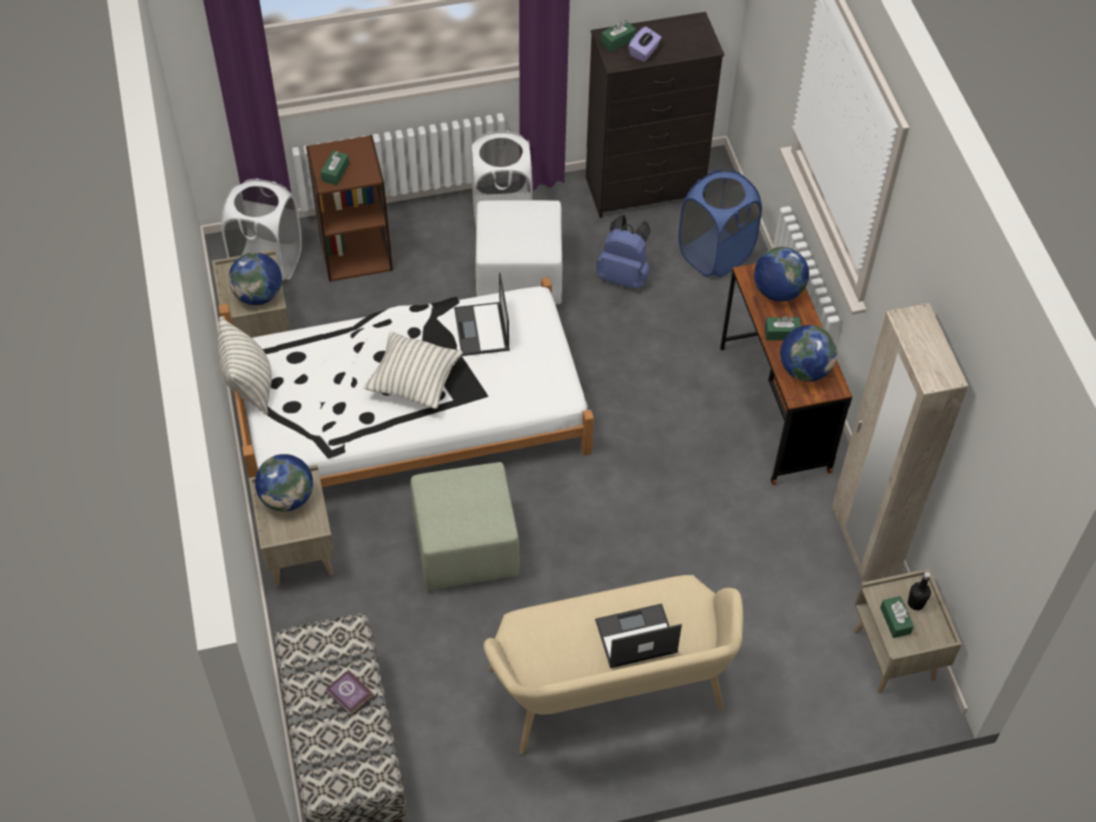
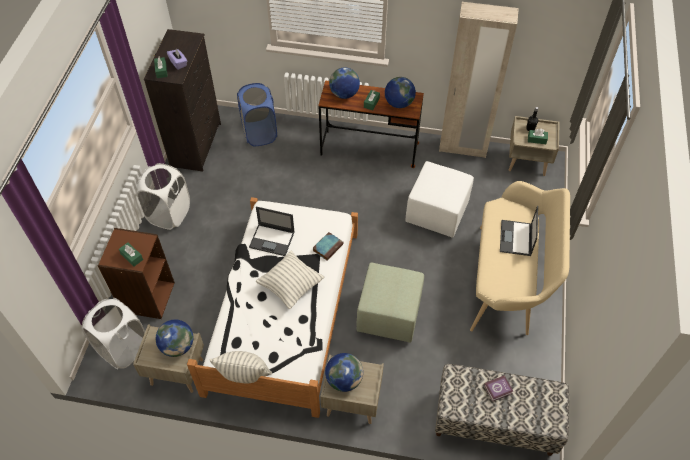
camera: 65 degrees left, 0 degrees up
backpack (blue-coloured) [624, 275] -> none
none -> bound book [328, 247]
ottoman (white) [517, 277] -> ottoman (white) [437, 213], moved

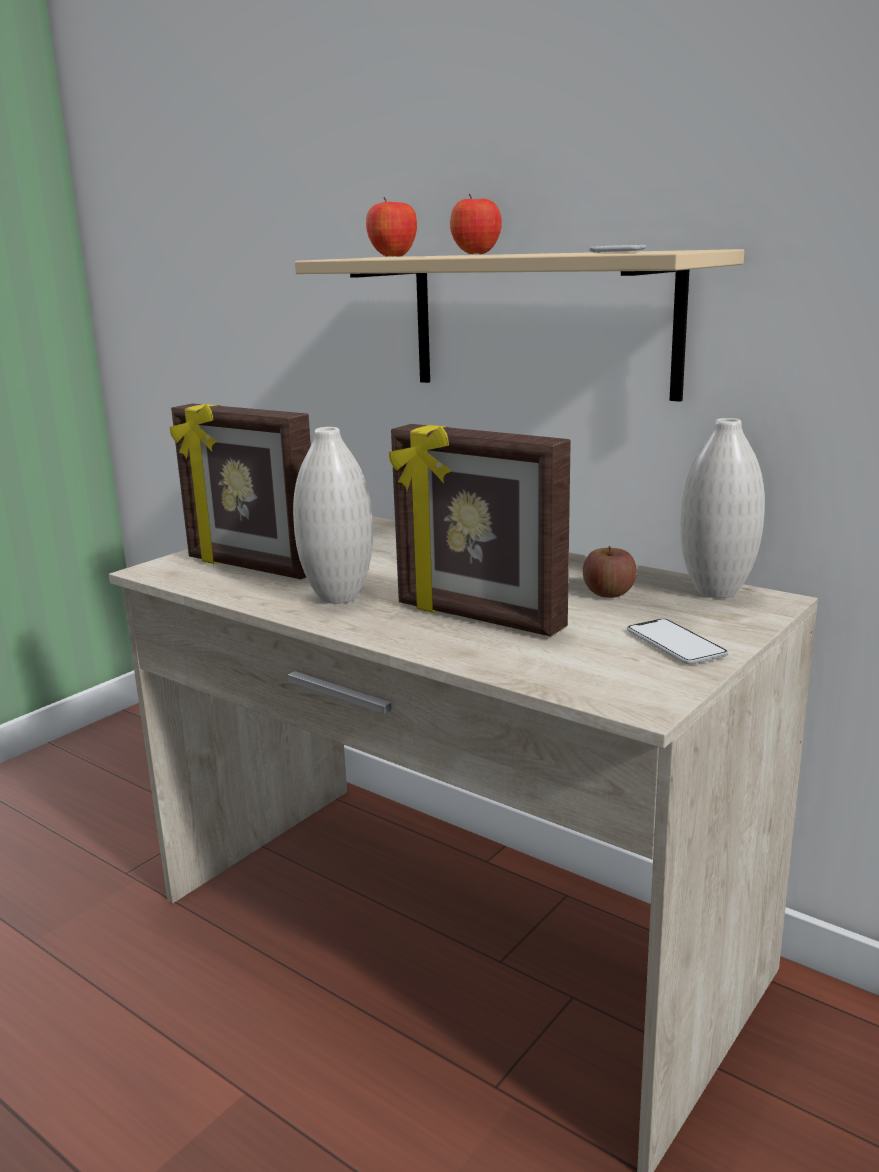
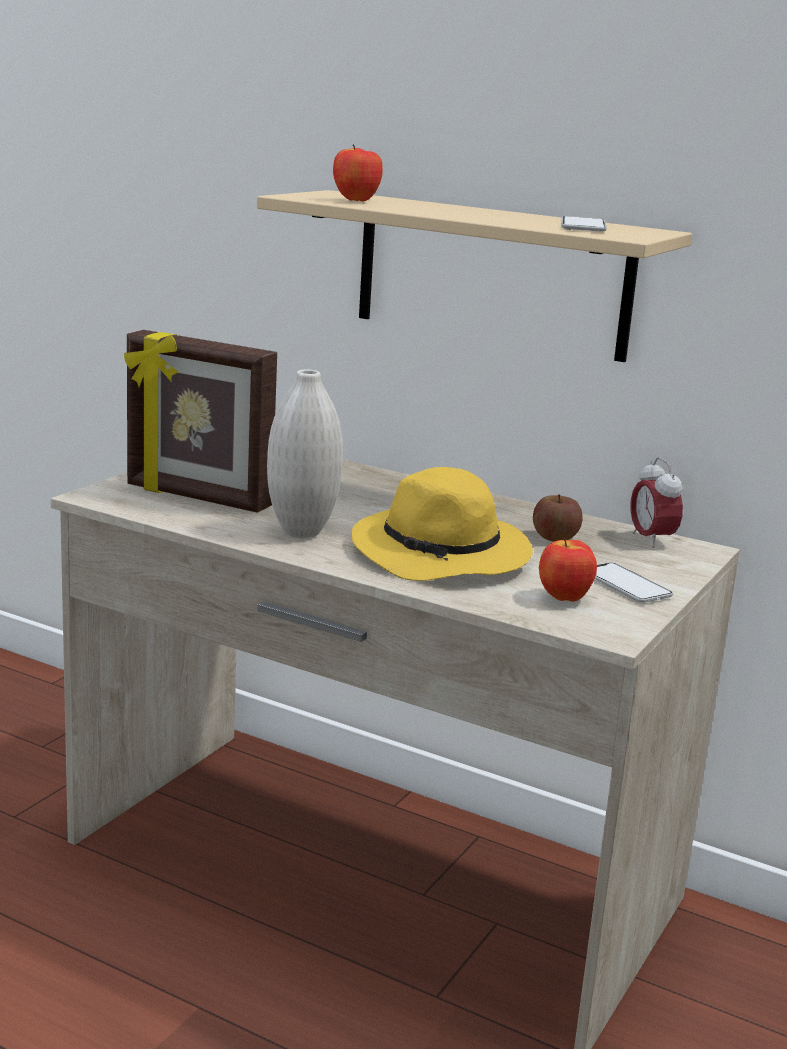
camera: 10 degrees left, 0 degrees up
apple [476, 254] -> apple [564, 599], moved
picture frame [478, 617] -> clothing hat (yellow-coloured) [443, 556]
vase (white) [716, 592] -> alarm clock [651, 540]

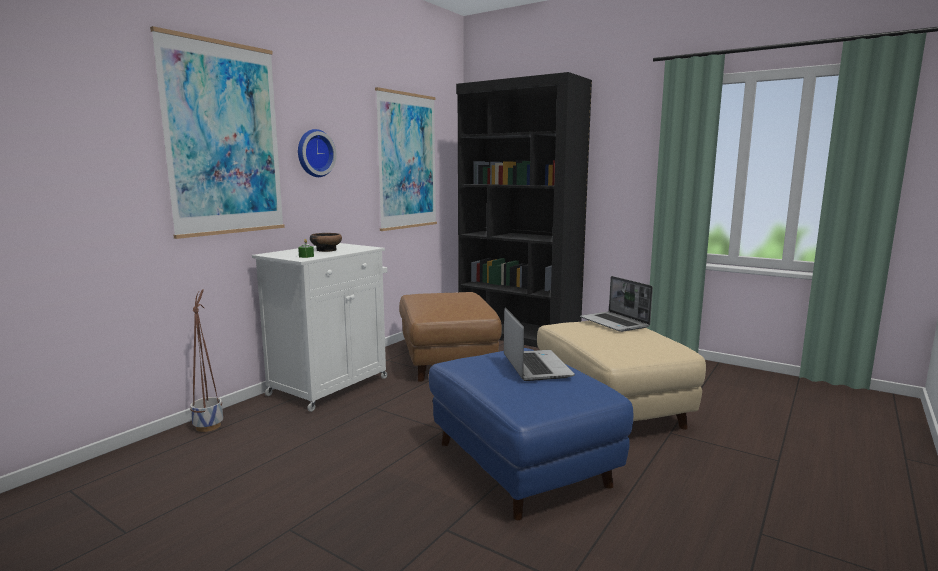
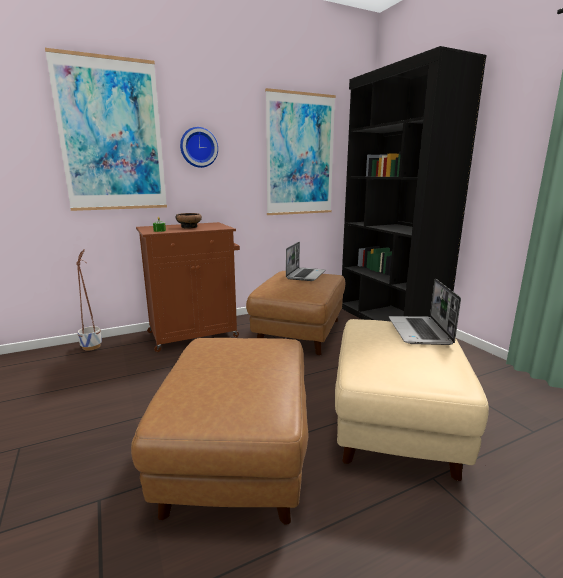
camera: 30 degrees right, 5 degrees up
laptop [535, 366] -> laptop [305, 275], moved
cupboard (white) [330, 385] -> cupboard (brownish) [195, 334]
ottoman (blue-coloured) [522, 463] -> ottoman (brownish) [238, 455]

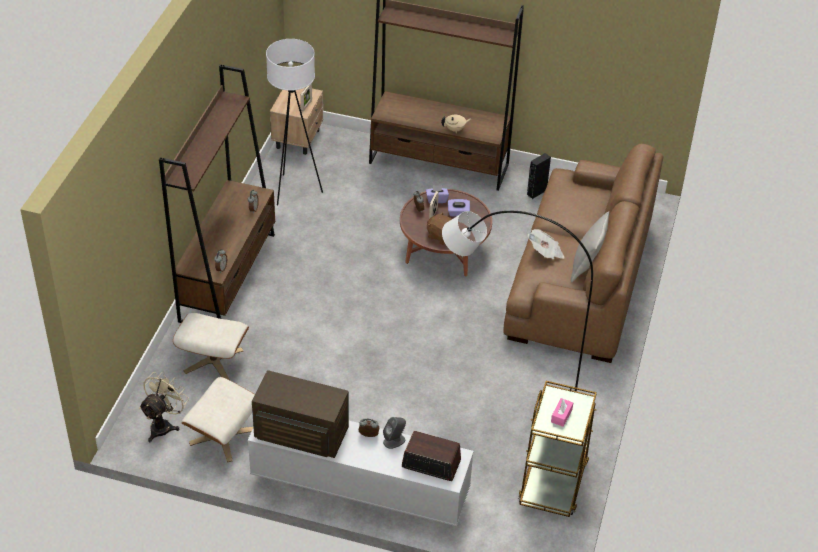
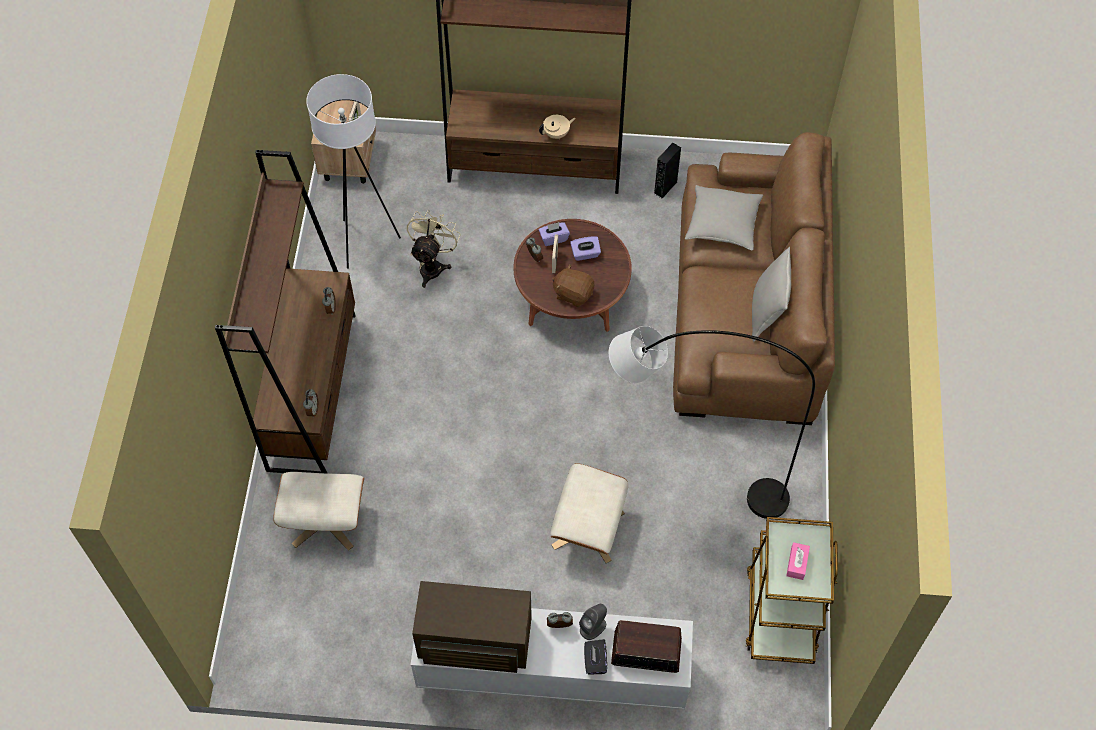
camera: 10 degrees left, 15 degrees up
daily paper [545, 252] -> none
none -> tissue holder (black) [595, 661]
none -> throw pillow (grey) [722, 224]
cooling fan (beige) [164, 425] -> cooling fan (beige) [433, 265], moved
ottoman (beige) [222, 436] -> ottoman (beige) [587, 529], moved

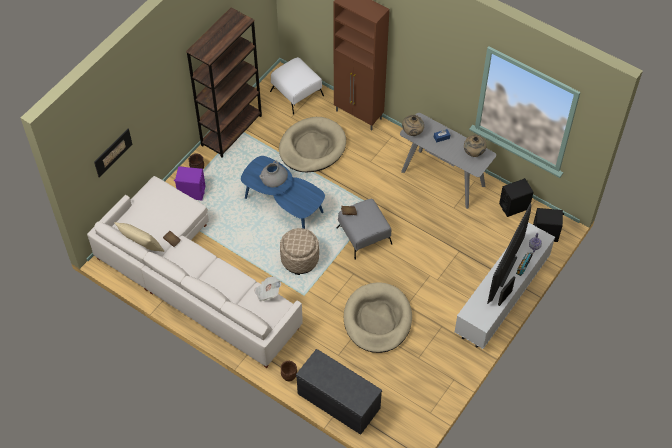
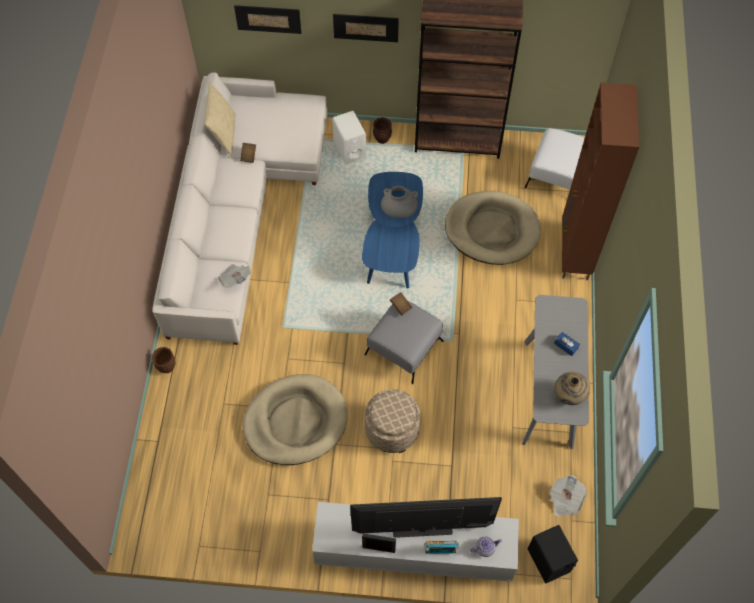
camera: 60 degrees right, 5 degrees up
bench (grey) [337, 401] -> none
vase (beige) [412, 132] -> none
none -> wall art [365, 27]
ottoman (beige) [300, 259] -> ottoman (beige) [392, 430], moved
audio speaker (black) [514, 206] -> daily paper [565, 500]
audio speaker (purple-coloured) [191, 192] -> audio speaker (white) [349, 149]

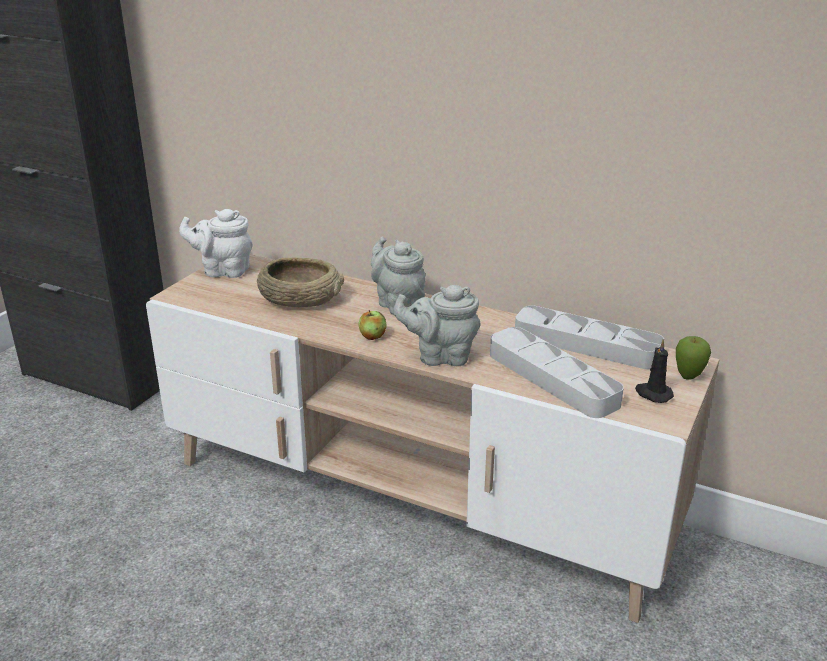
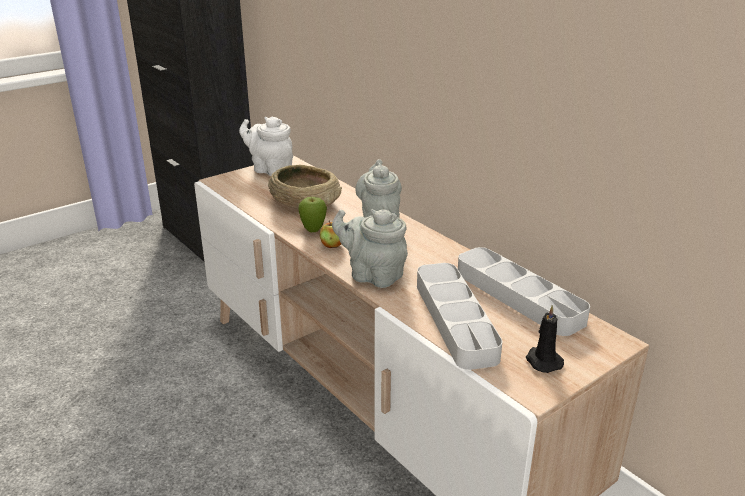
camera: 25 degrees right, 0 degrees up
apple [688, 377] -> apple [313, 231], moved

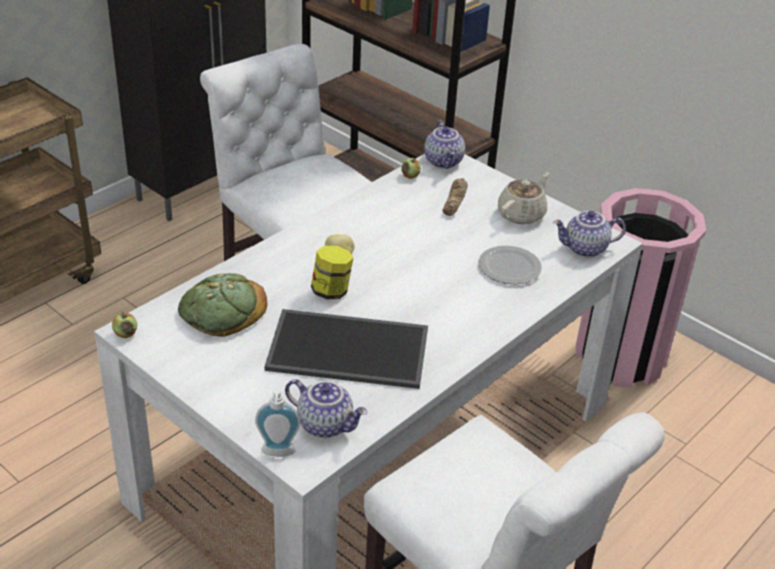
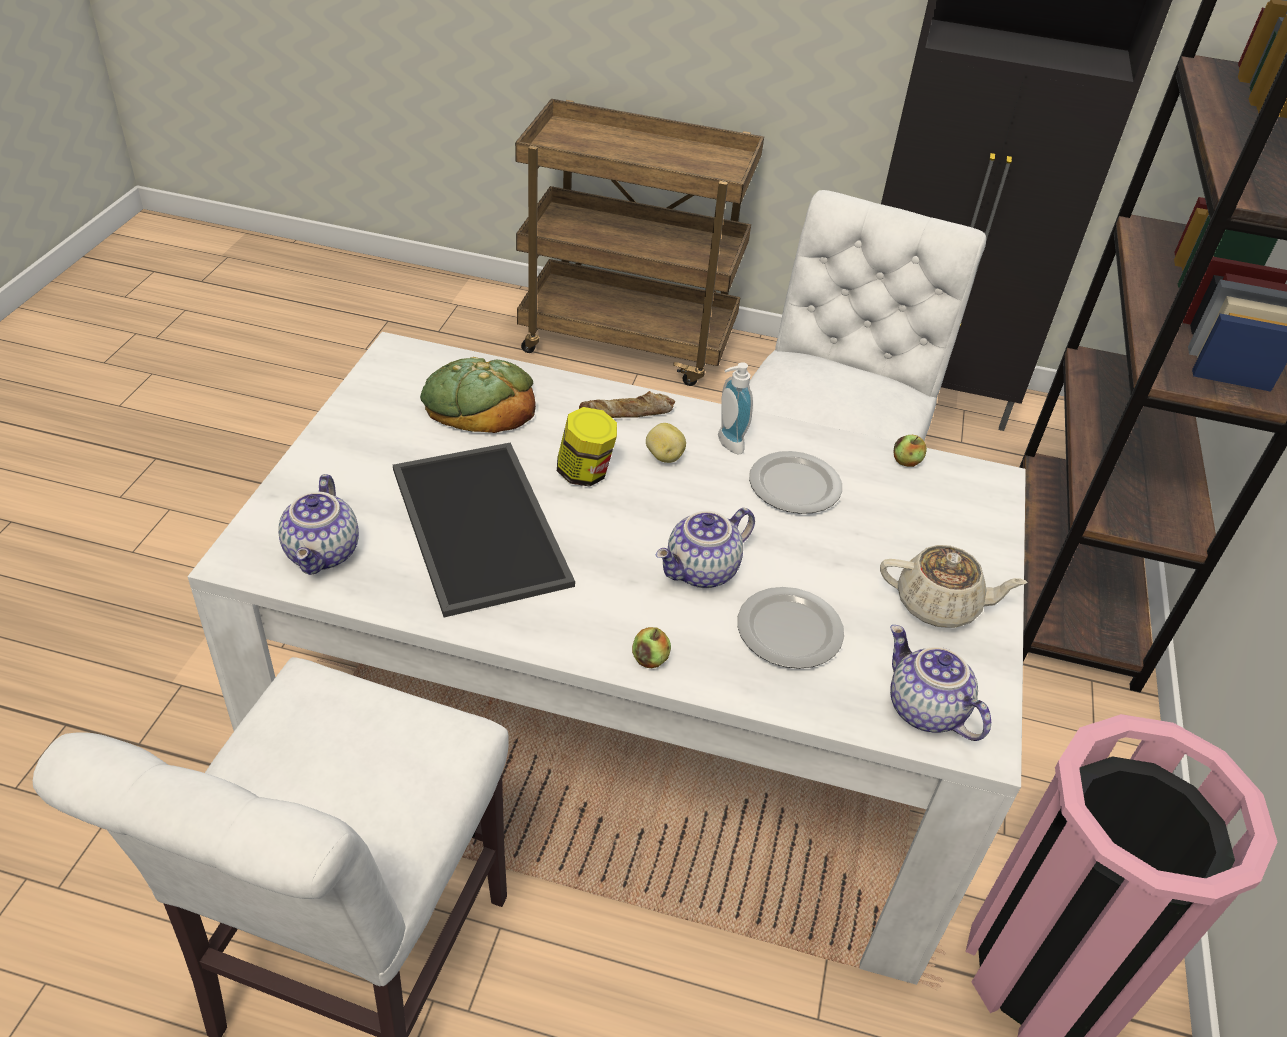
camera: 60 degrees right, 5 degrees up
none -> dinner plate [796, 485]
apple [125, 334] -> apple [650, 659], moved
soap bottle [278, 454] -> soap bottle [726, 444], moved
teapot [444, 162] -> teapot [702, 572], moved
bakery bread [455, 200] -> bakery bread [627, 413], moved

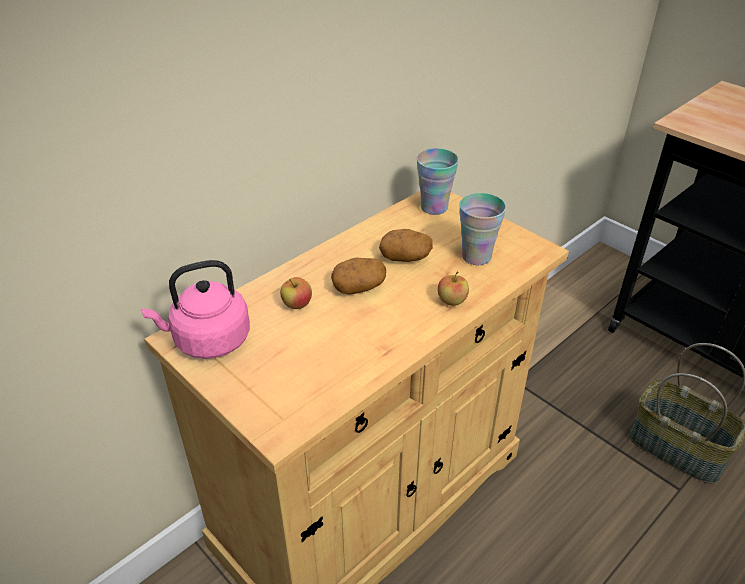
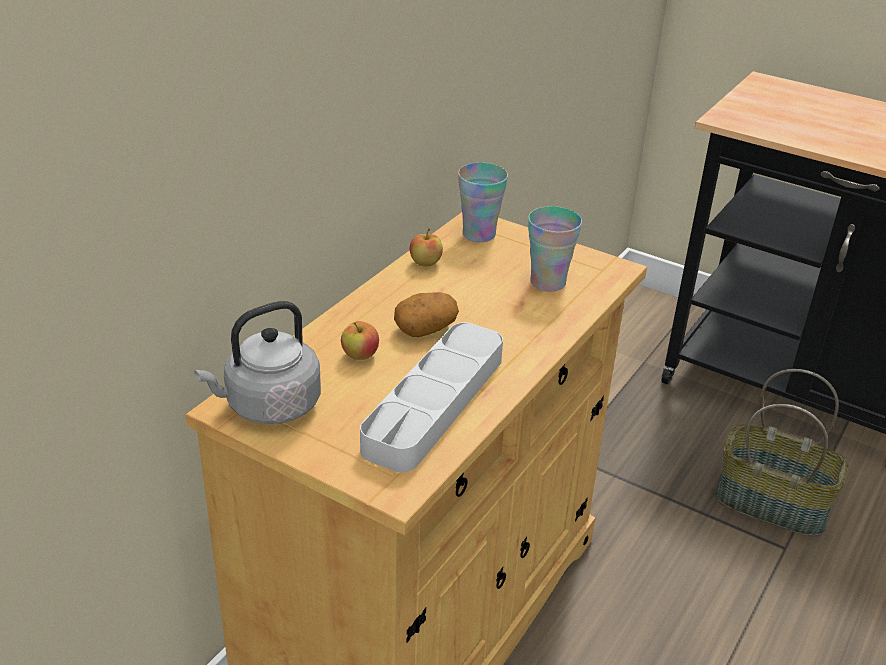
camera: 15 degrees left, 5 degrees down
potato [405, 257] -> none
none -> tray (grey) [435, 403]
apple [451, 301] -> apple [425, 263], moved
kettle (pinkish) [208, 341] -> kettle (grey) [268, 406]

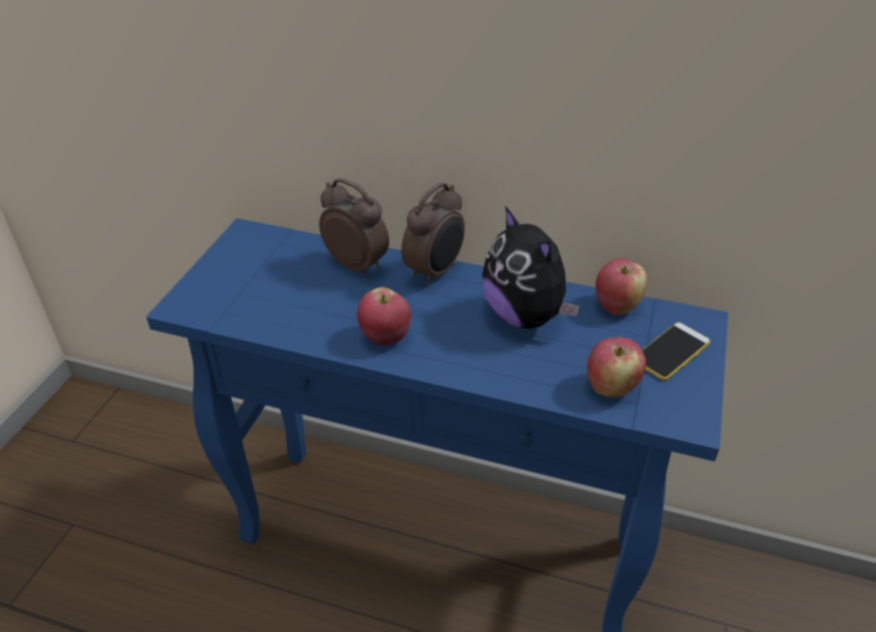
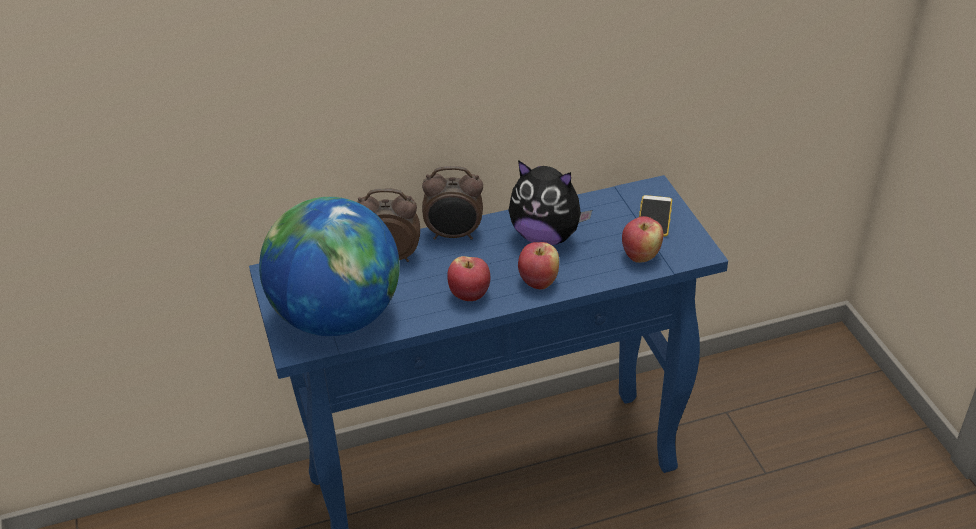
camera: 35 degrees left, 0 degrees up
none -> desk globe [336, 317]
apple [616, 306] -> apple [538, 281], moved
alarm clock [435, 272] -> alarm clock [454, 235], 90 degrees clockwise

